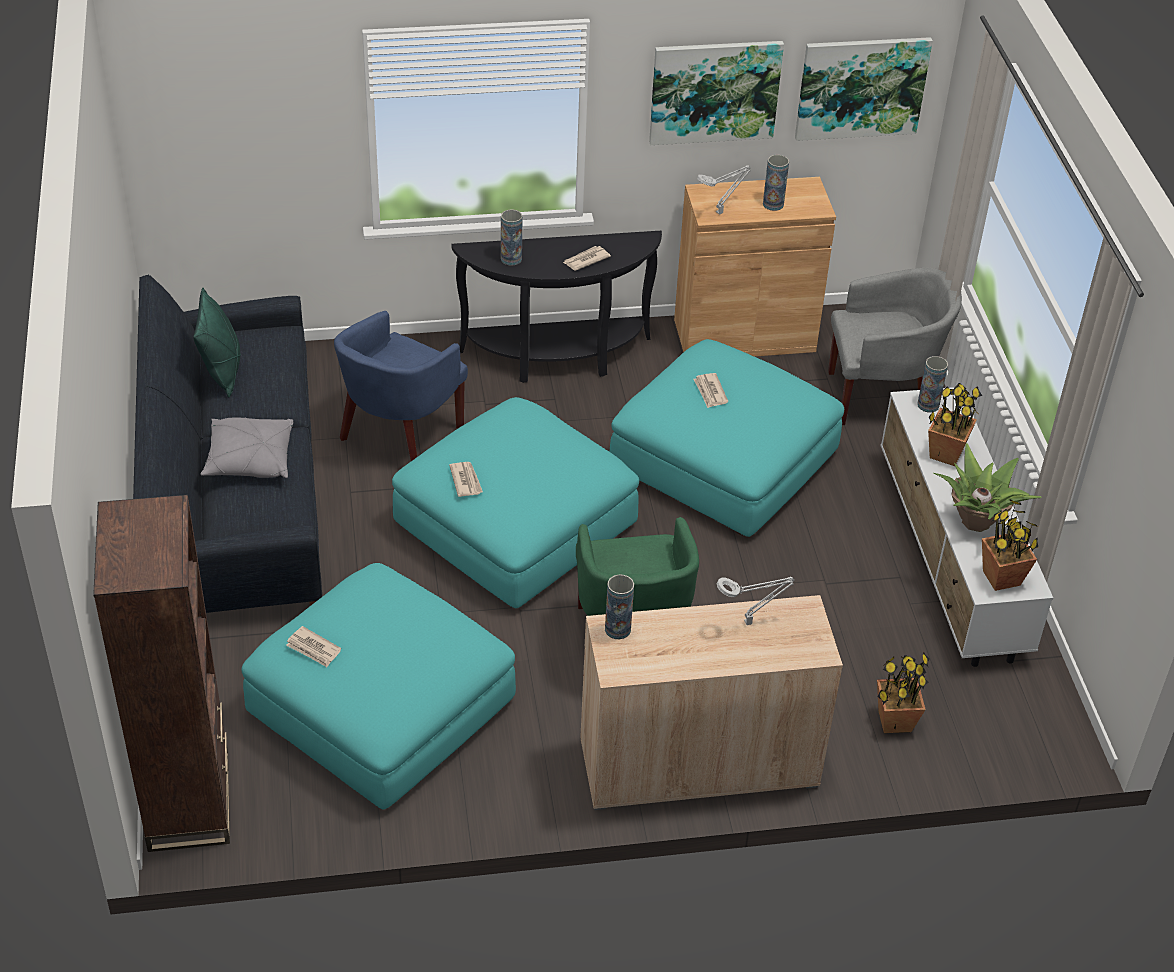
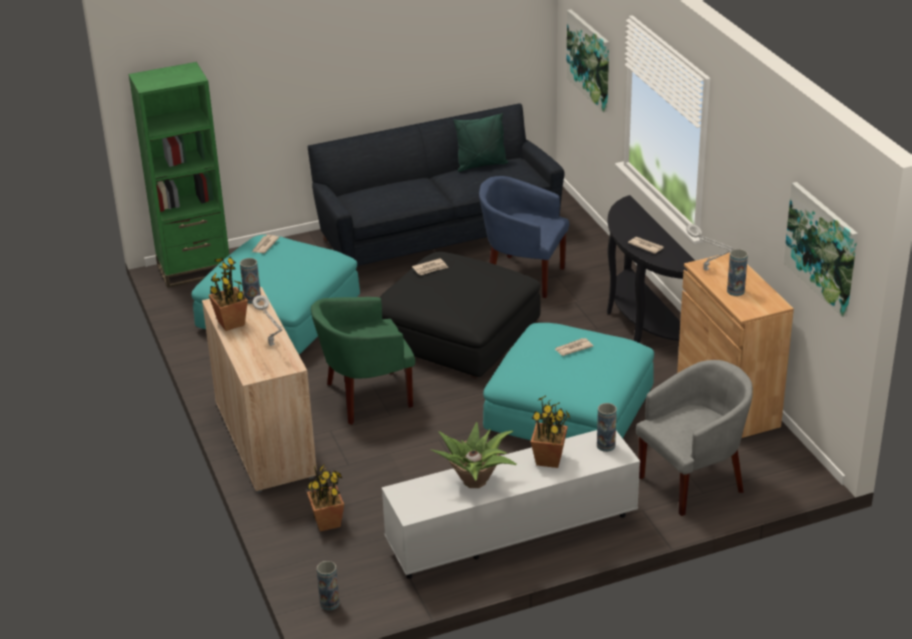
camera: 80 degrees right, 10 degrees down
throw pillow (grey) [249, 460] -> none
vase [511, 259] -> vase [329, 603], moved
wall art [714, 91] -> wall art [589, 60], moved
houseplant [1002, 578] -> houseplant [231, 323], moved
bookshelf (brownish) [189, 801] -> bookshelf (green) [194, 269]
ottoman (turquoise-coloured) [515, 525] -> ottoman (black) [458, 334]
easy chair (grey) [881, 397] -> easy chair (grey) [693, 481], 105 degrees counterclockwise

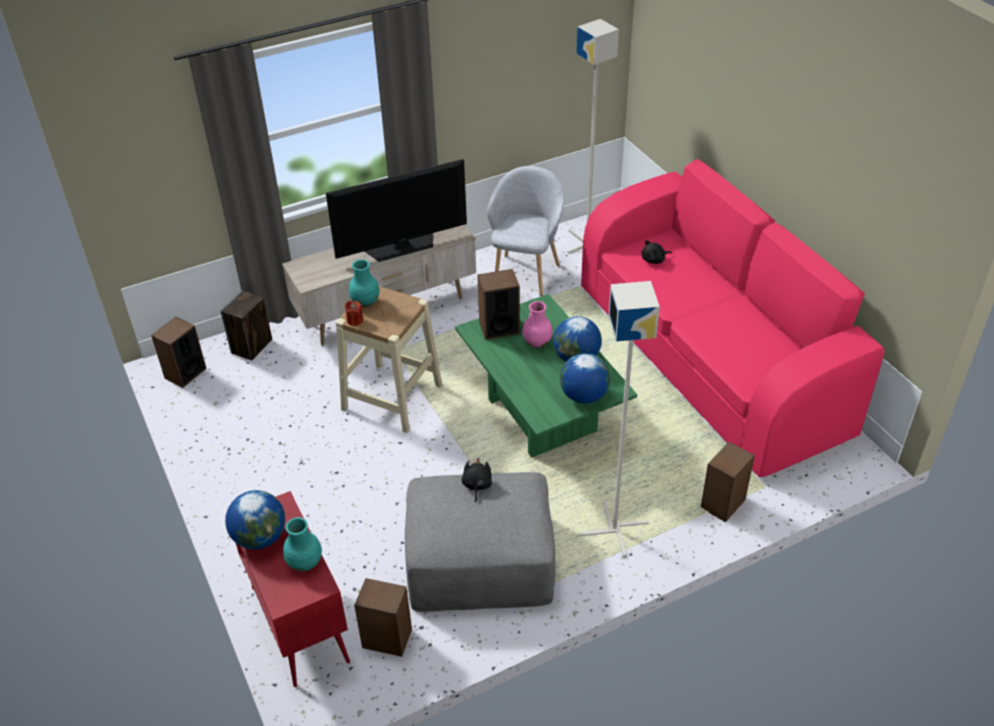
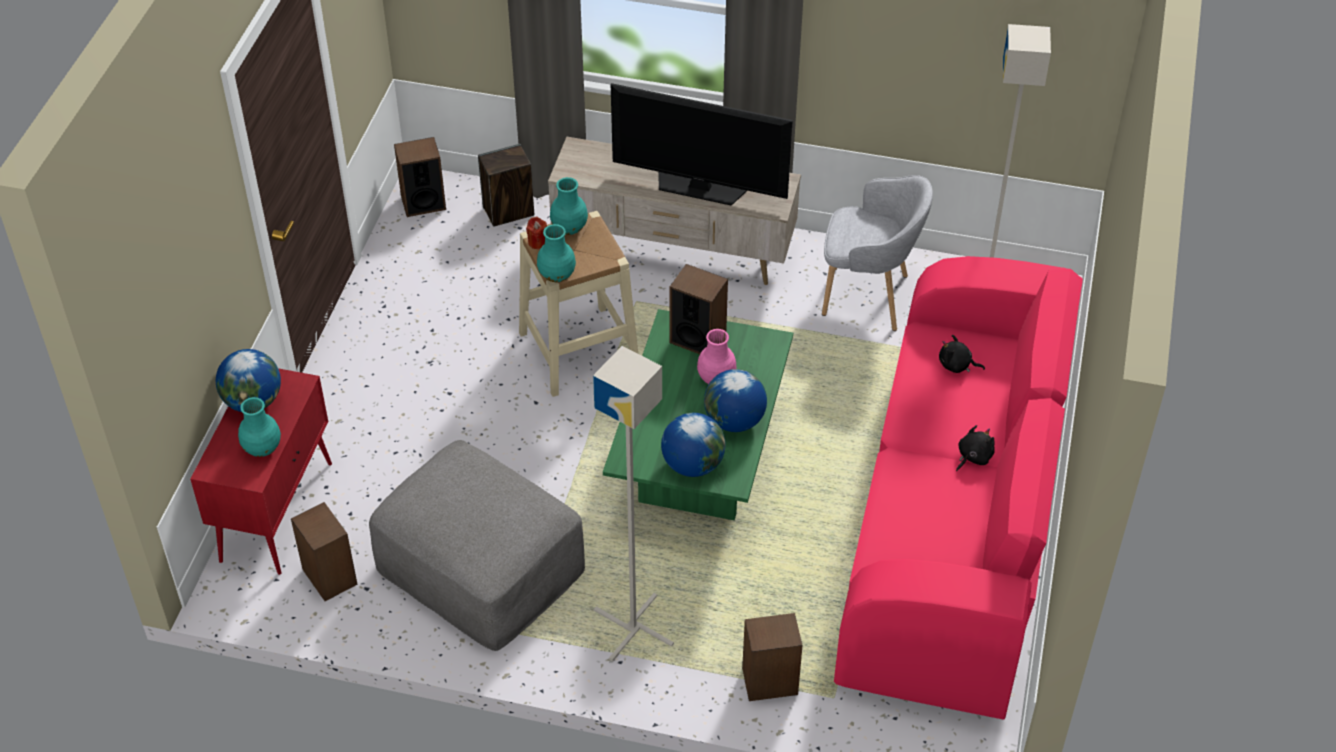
camera: 40 degrees right, 5 degrees up
none -> vase (turquoise-coloured) [556, 275]
soft toy (black) [476, 485] -> soft toy (black) [973, 457], moved
easy chair (grey) [526, 273] -> easy chair (grey) [869, 297], 45 degrees clockwise

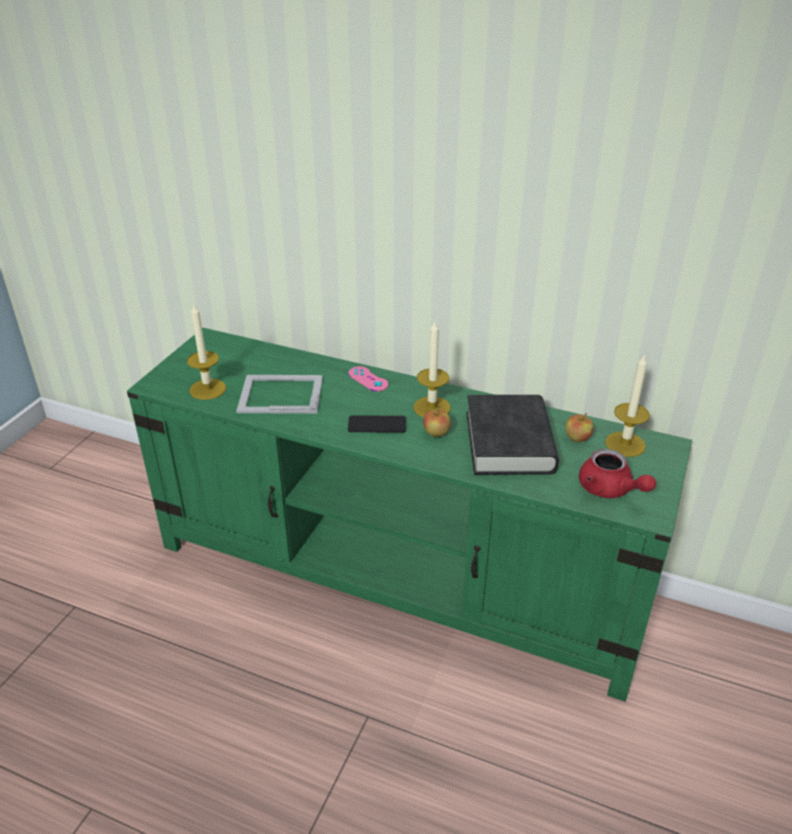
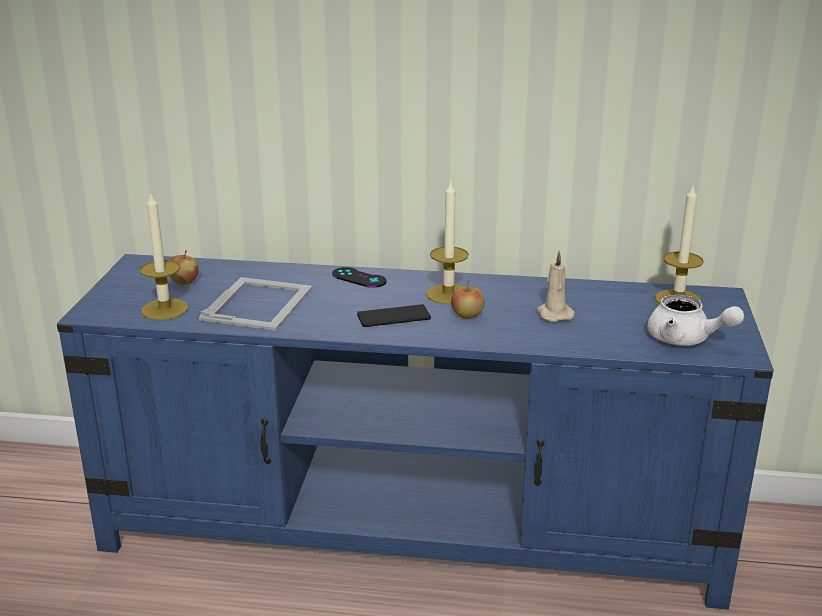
camera: 15 degrees left, 10 degrees down
apple [577, 438] -> apple [184, 282], moved
bound book (black) [509, 442] -> wax light (beige) [553, 313]
tv unit (green) [399, 574] -> tv unit (blue-coloured) [414, 528]
gamepad (pinkish) [368, 379] -> gamepad (black) [359, 278]
teapot (red-coloured) [610, 490] -> teapot (white) [686, 339]
picture frame [279, 394] -> picture frame [259, 303], 120 degrees clockwise

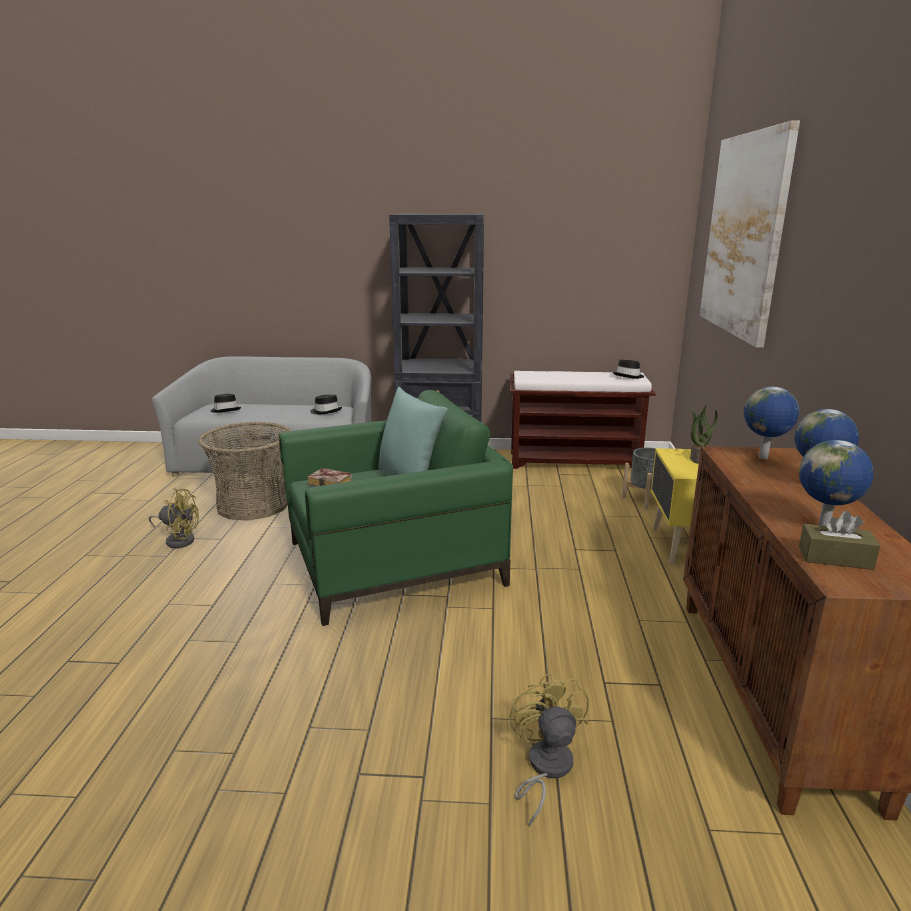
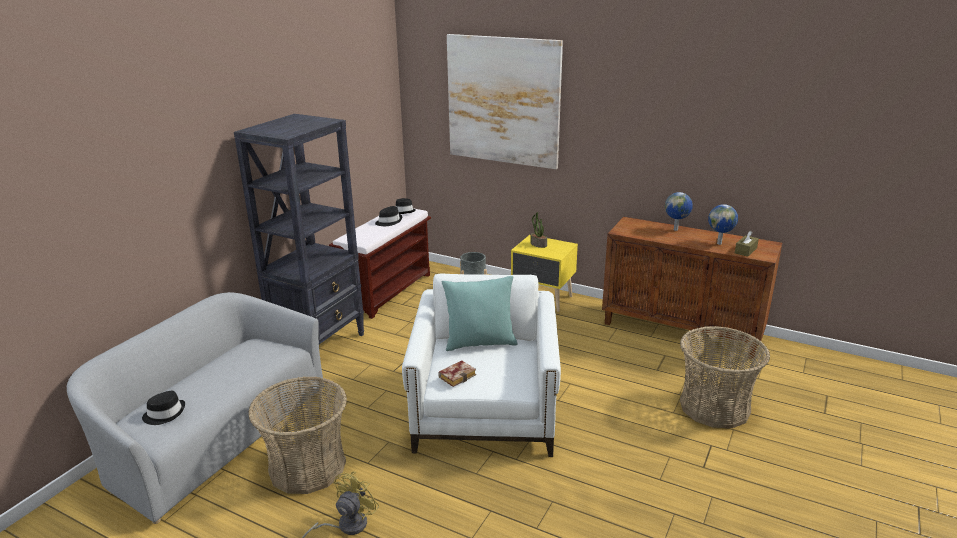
camera: 65 degrees left, 5 degrees up
desk globe [764, 458] -> none
clothing hat (black) [326, 411] -> clothing hat (black) [389, 221], moved
cooling fan (yellow-coloured) [545, 769] -> basket [714, 407]
easy chair (green) [393, 563] -> easy chair (white) [485, 409]

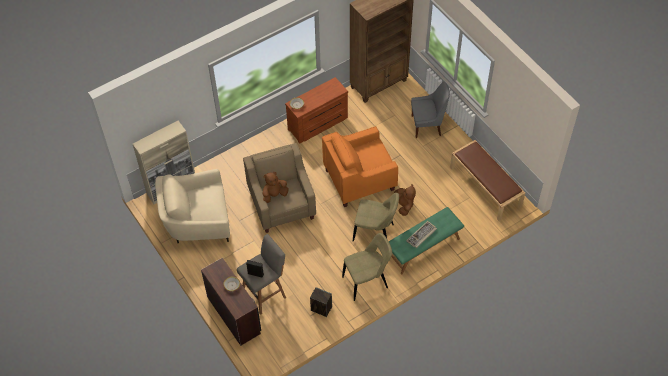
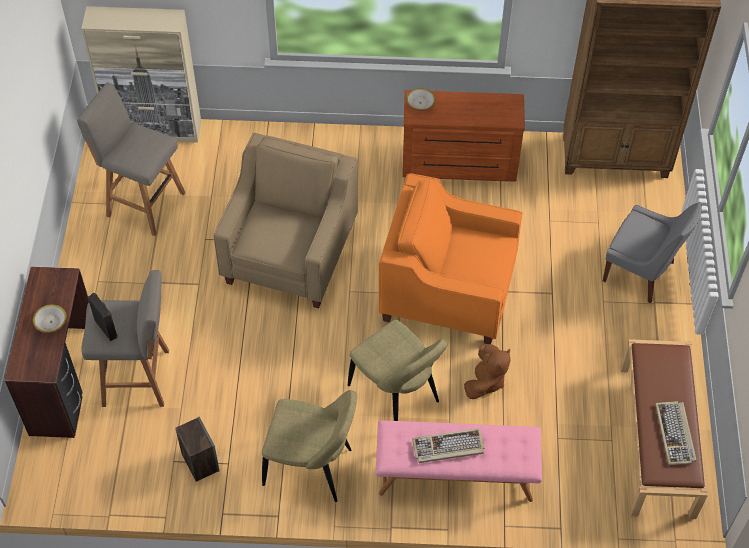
camera: 35 degrees right, 0 degrees up
soft toy (brownish) [274, 195] -> none
none -> computer keyboard [675, 434]
easy chair (beige) [197, 222] -> sitting stool (grey) [143, 203]
bench (green) [424, 248] -> bench (pinkish) [455, 476]

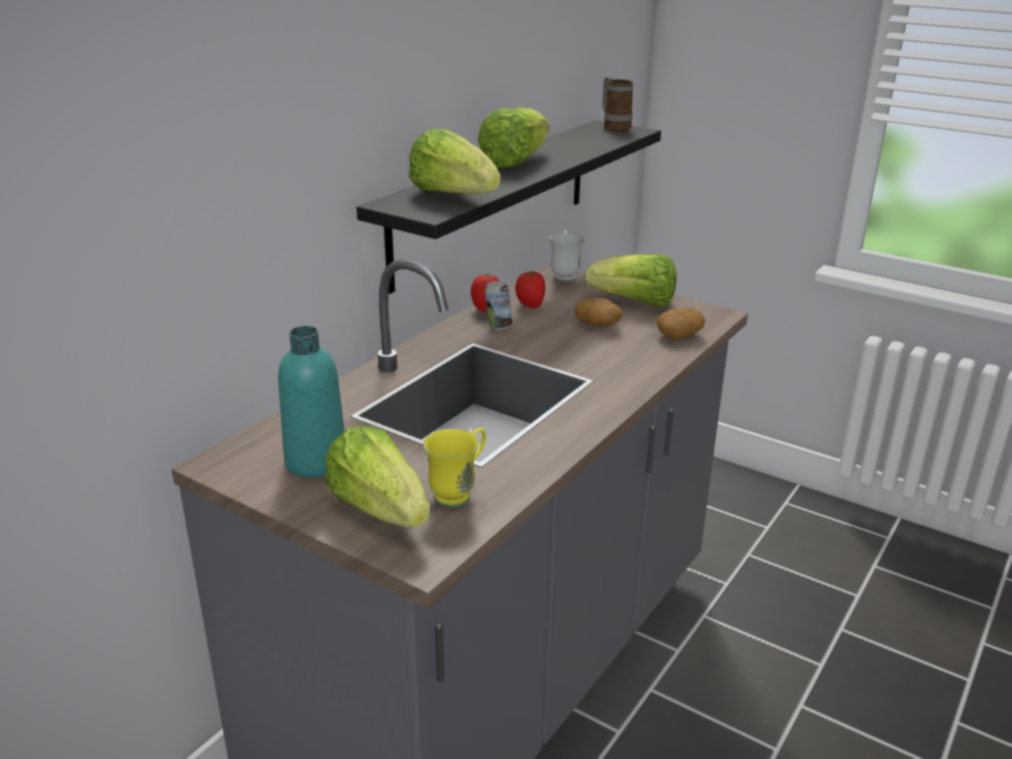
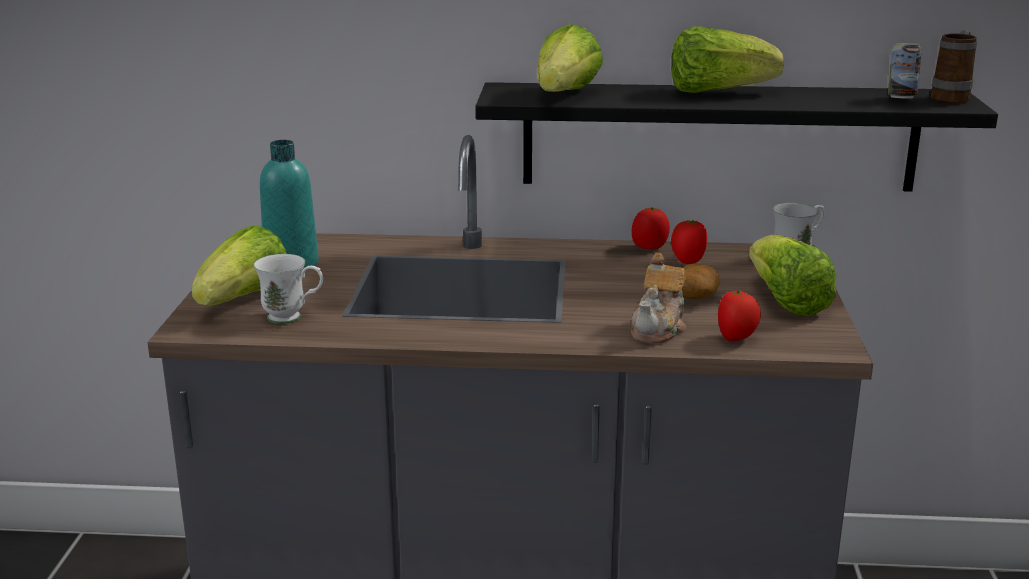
camera: 60 degrees right, 5 degrees down
none -> teapot [659, 329]
metal can [498, 326] -> metal can [901, 98], moved
potato [679, 335] -> fresh tomato [736, 338]
coffee mug (yellow-coloured) [459, 492] -> coffee mug (white) [293, 318]

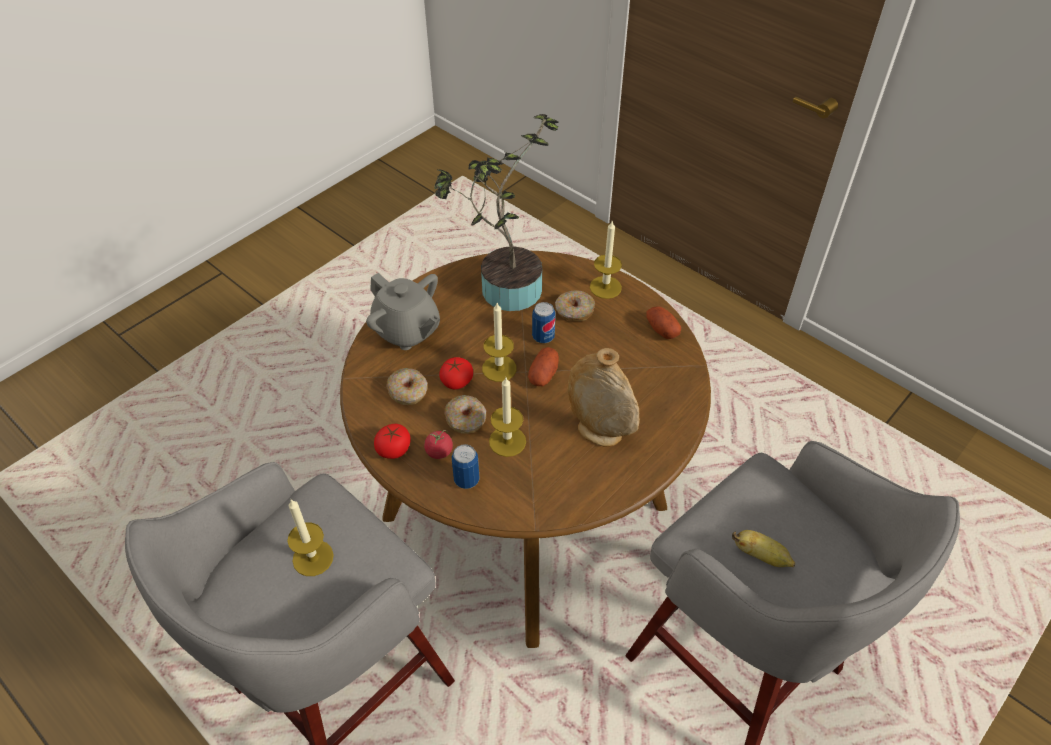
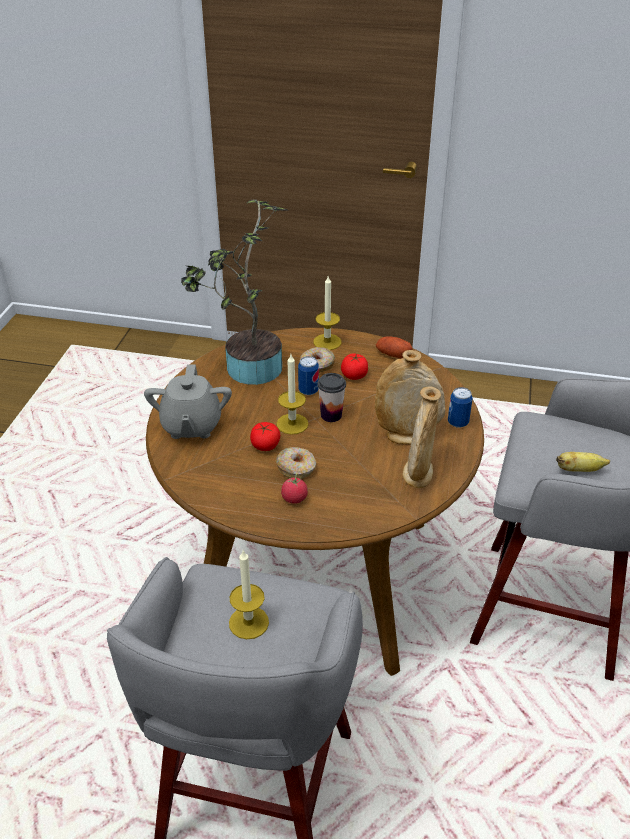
camera: 30 degrees left, 10 degrees down
ring doughnut [408, 391] -> none
wax light [507, 441] -> none
none -> vase (beige) [418, 474]
fresh tomato [394, 449] -> fresh tomato [354, 375], moved
metal can [466, 480] -> metal can [458, 422], moved
potato [543, 375] -> cup [331, 415]
teapot (grey) [407, 331] -> teapot (grey) [191, 426], 75 degrees clockwise

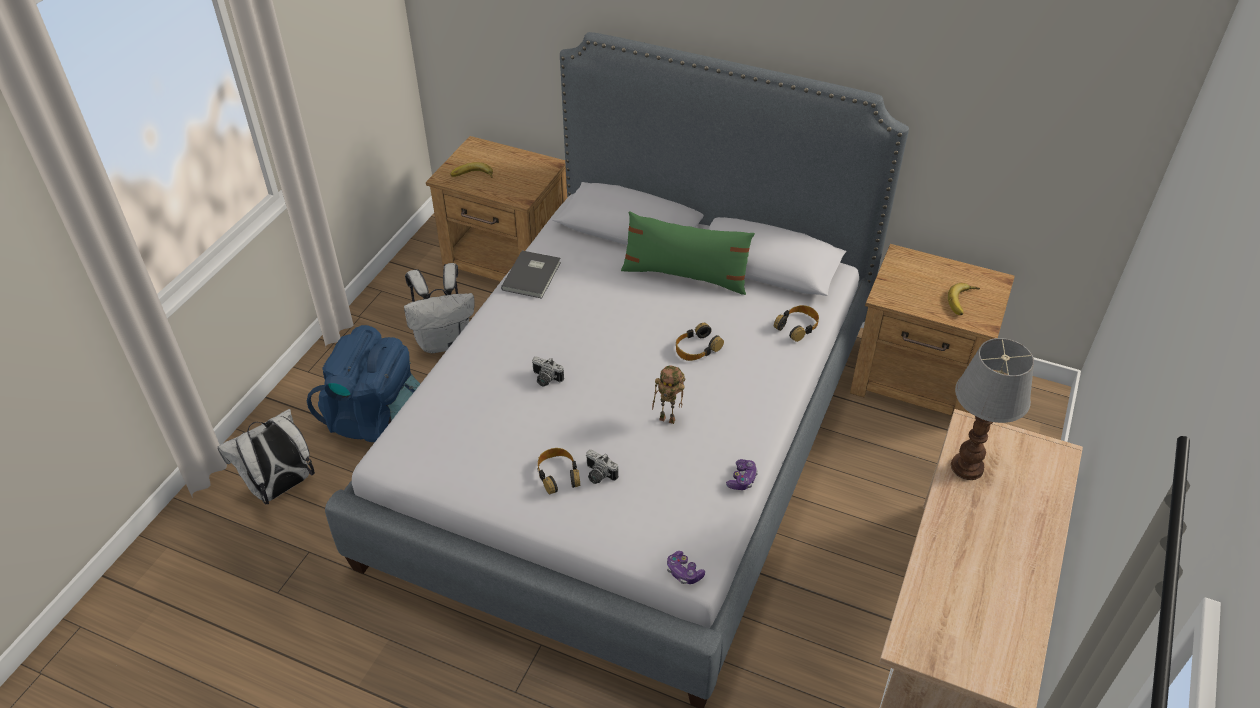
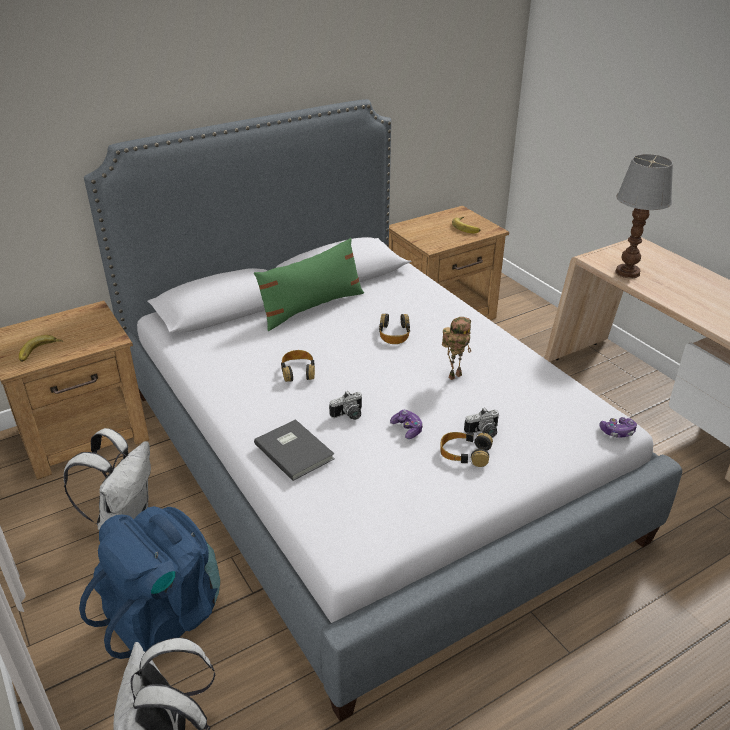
camera: 55 degrees left, 10 degrees down
bound book (grey) [533, 276] -> bound book (grey) [295, 450], moved
gamepad [742, 479] -> gamepad [407, 429], moved
headset [797, 326] -> headset [298, 371], moved

